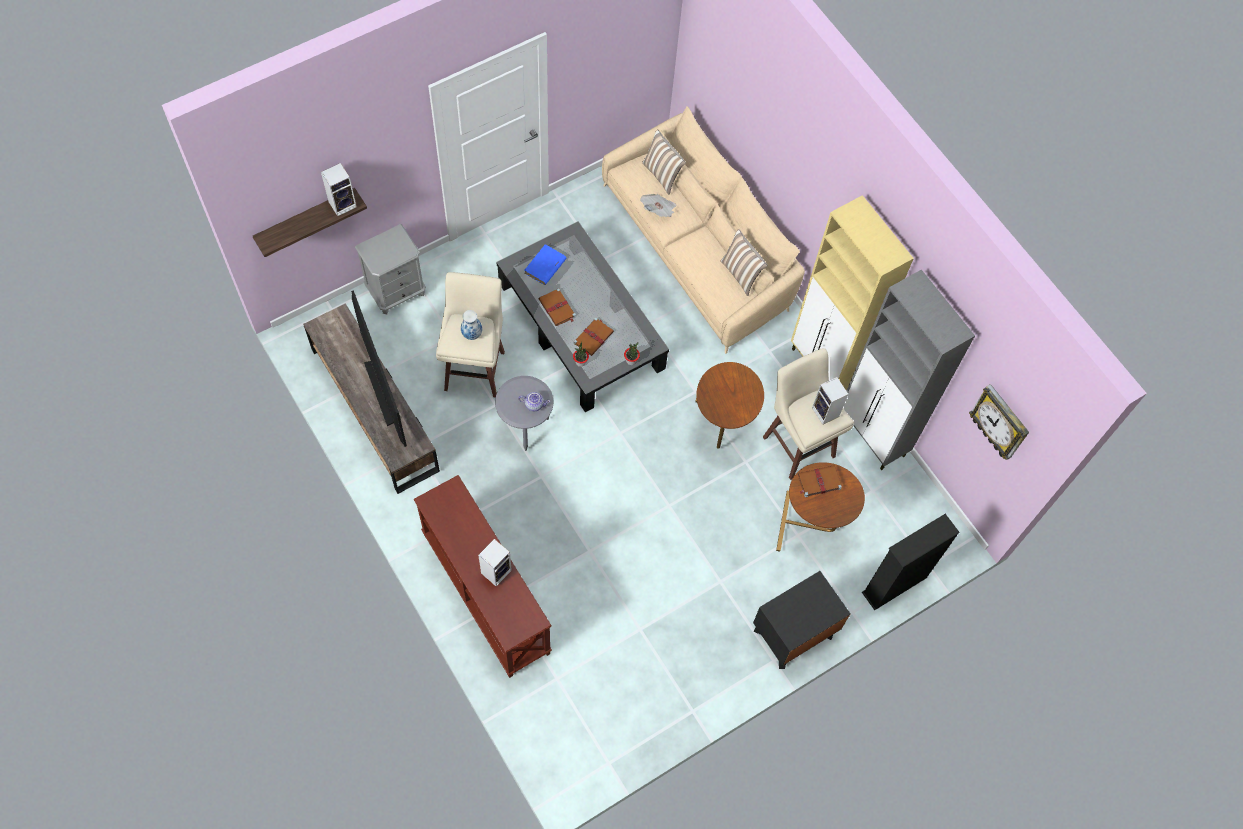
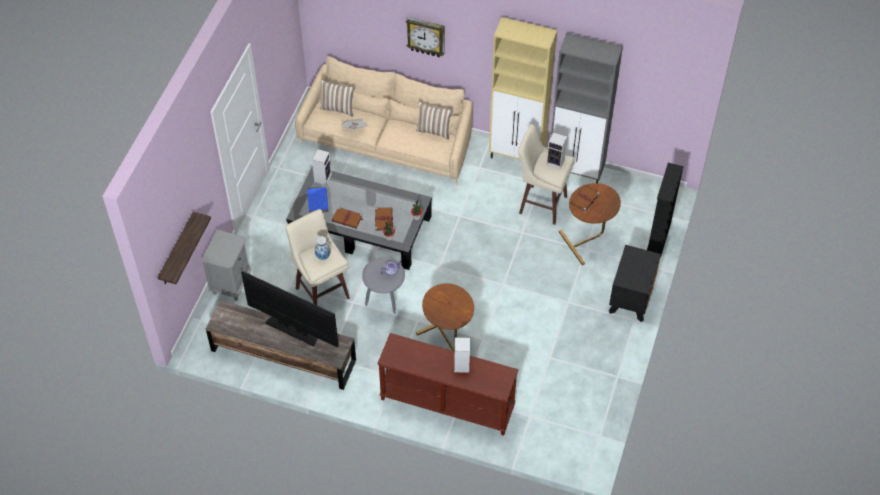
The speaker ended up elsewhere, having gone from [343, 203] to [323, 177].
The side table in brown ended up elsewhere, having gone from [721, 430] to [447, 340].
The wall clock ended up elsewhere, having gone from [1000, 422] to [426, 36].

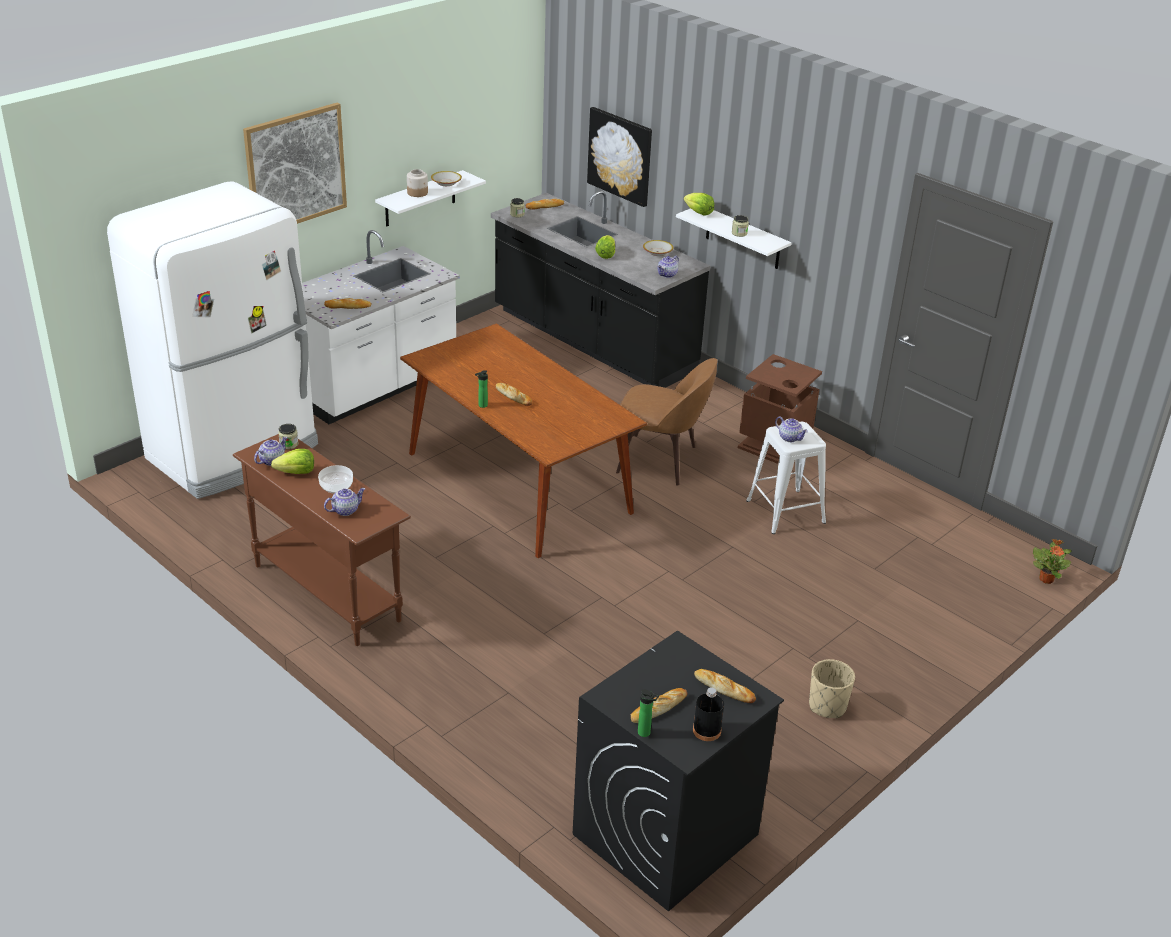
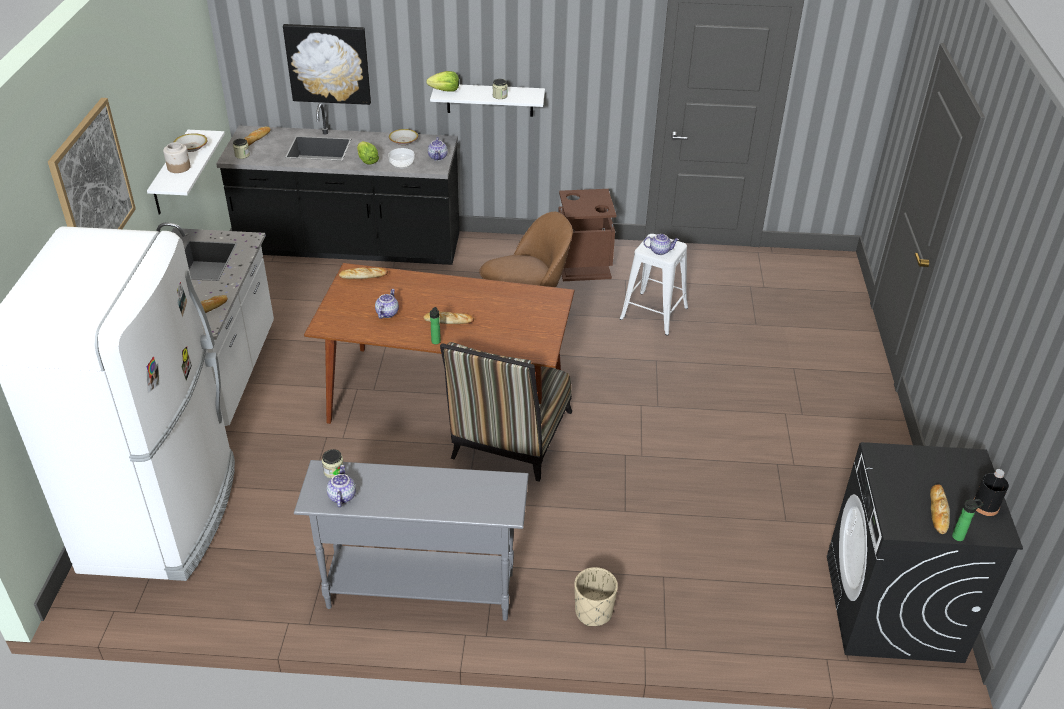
The second view lost the lettuce at [296, 472].
The second view lost the potted plant at [1046, 579].
The second view gained the chair at [509, 440].
The bowl ended up elsewhere, having gone from [336, 487] to [402, 164].
The teapot ended up elsewhere, having gone from [345, 510] to [387, 313].
The bread ended up elsewhere, having gone from [724, 689] to [363, 275].
The planter in beige ended up elsewhere, having gone from [827, 706] to [593, 612].
What was the console table in brown at [327, 592] turned into the console table in grey at [420, 590].

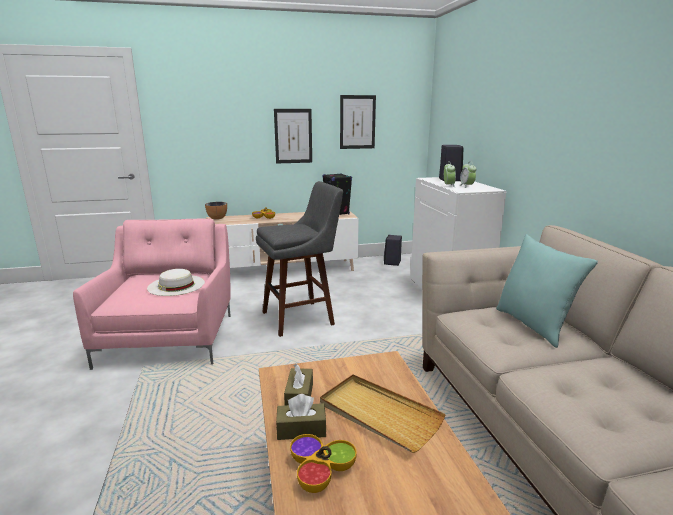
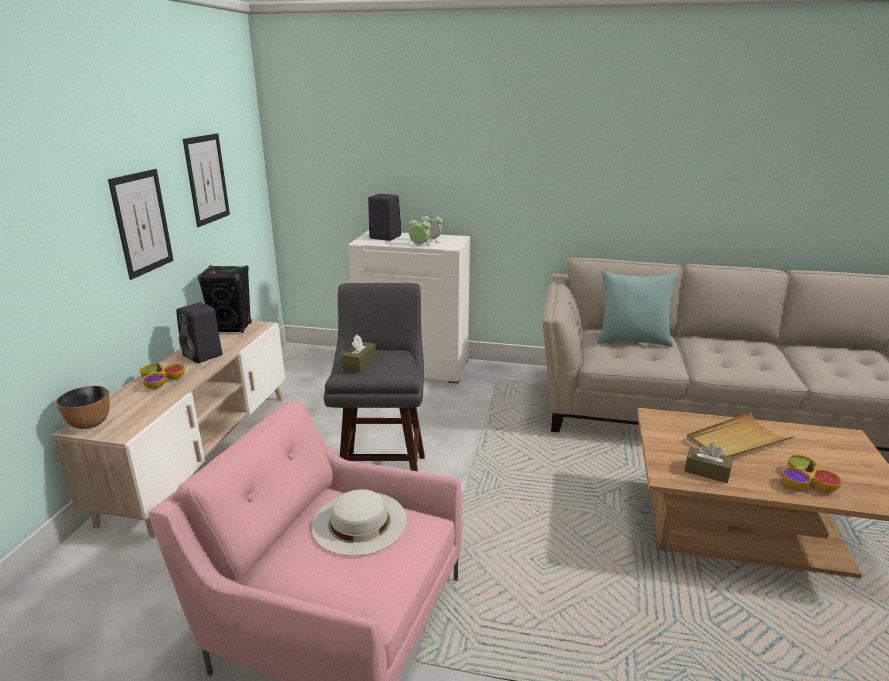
The tissue box in brown ended up elsewhere, having gone from [301, 429] to [359, 363].
The speaker in black ended up elsewhere, having gone from [392, 263] to [203, 355].

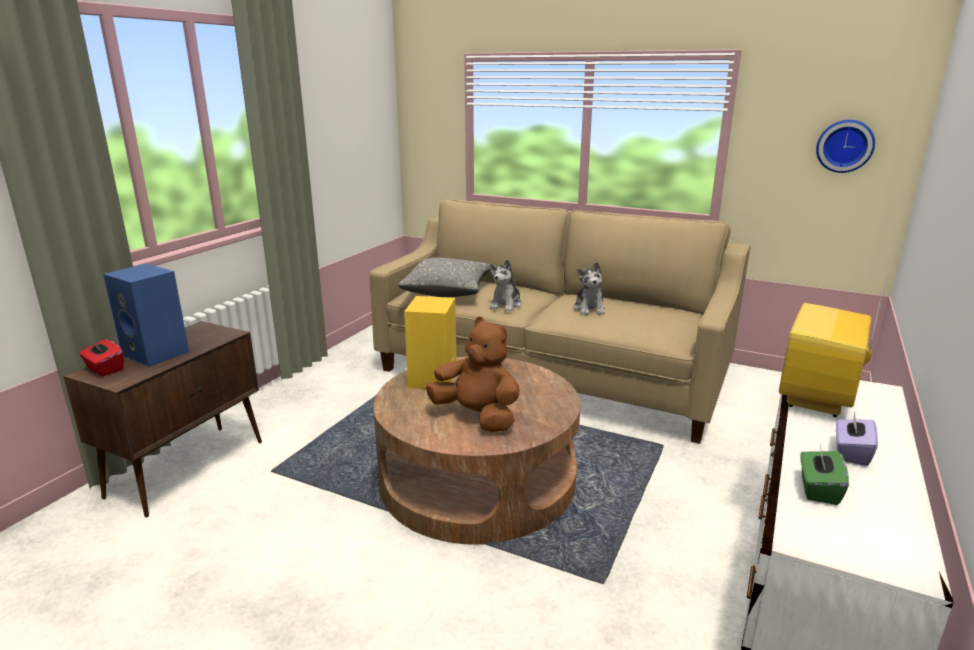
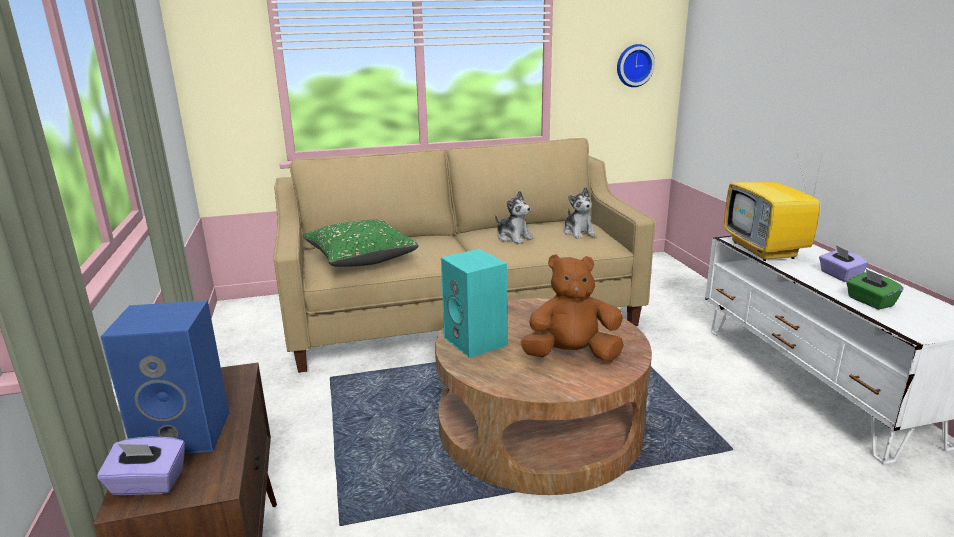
The plush toy ended up elsewhere, having gone from [506, 305] to [578, 233].
What was the tissue box in red at [104, 369] turned into the tissue box in purple at [148, 484].
What was the pillow in grey at [447, 291] turned into the pillow in green at [361, 258].
What was the speaker in yellow at [433, 379] turned into the speaker in turquoise at [477, 342].

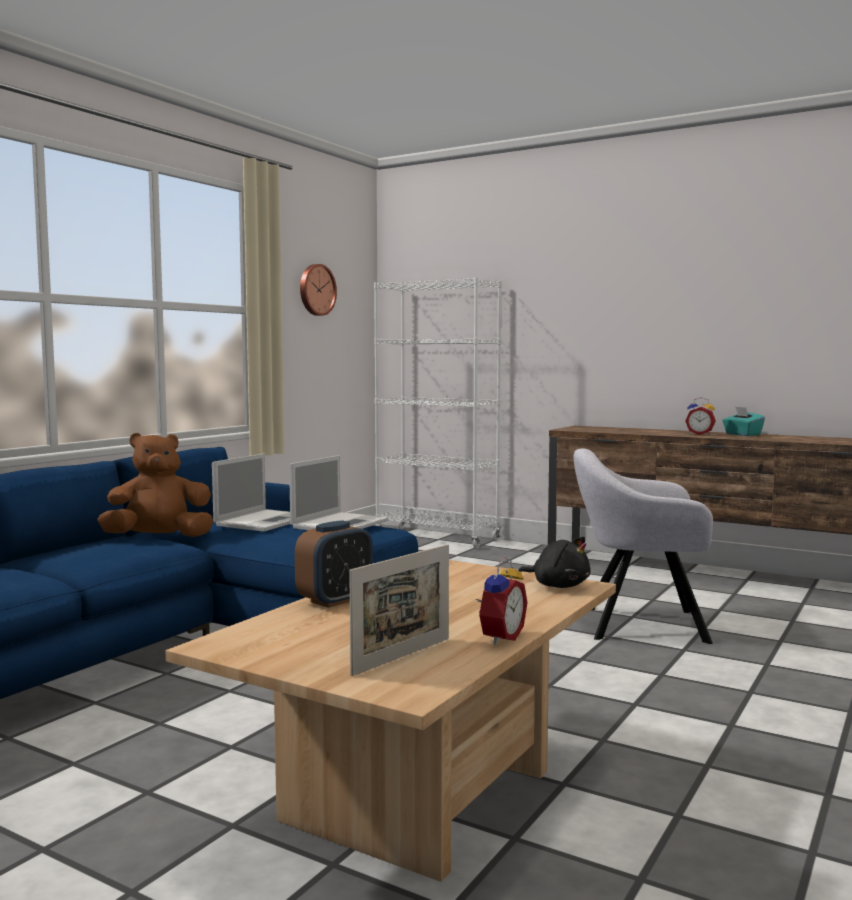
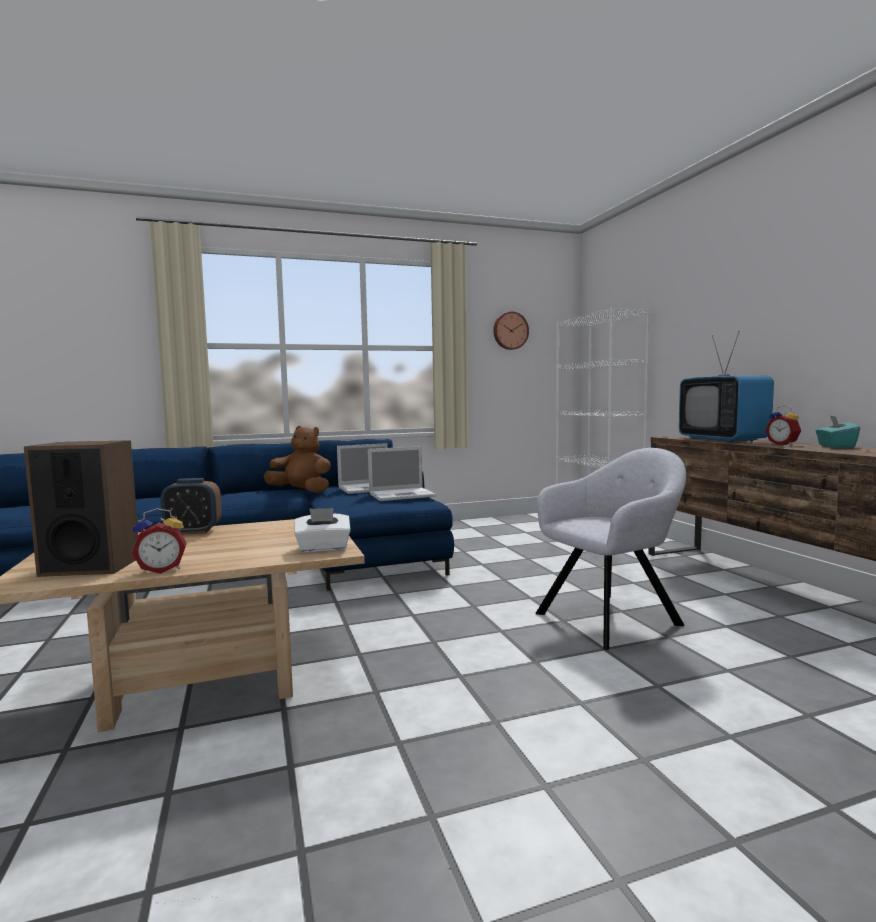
The second view gained the television at [722, 440].
Where the picture frame stood at [402, 656], the speaker came to stand at [91, 566].
Where the plush toy in black stood at [558, 585], the tissue box in white came to stand at [323, 548].
The armchair in grey at [638, 624] ended up facing another way, 105 degrees clockwise from before.

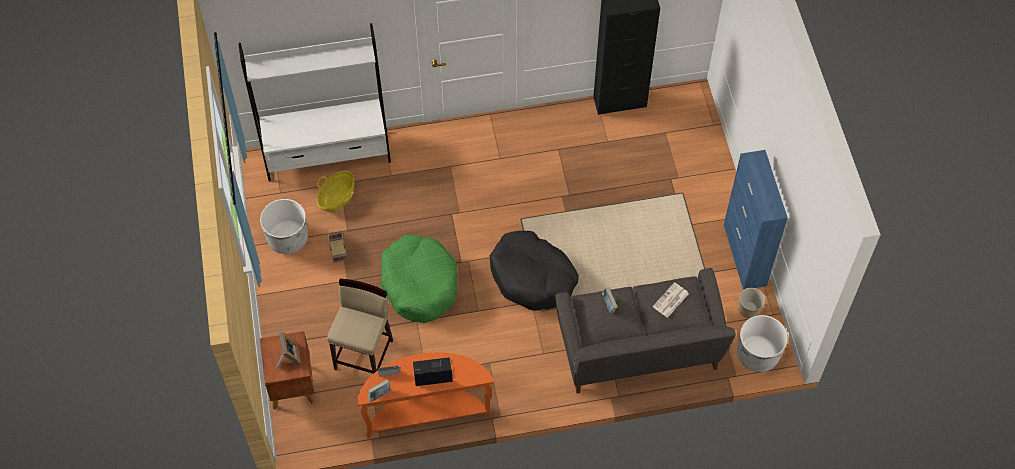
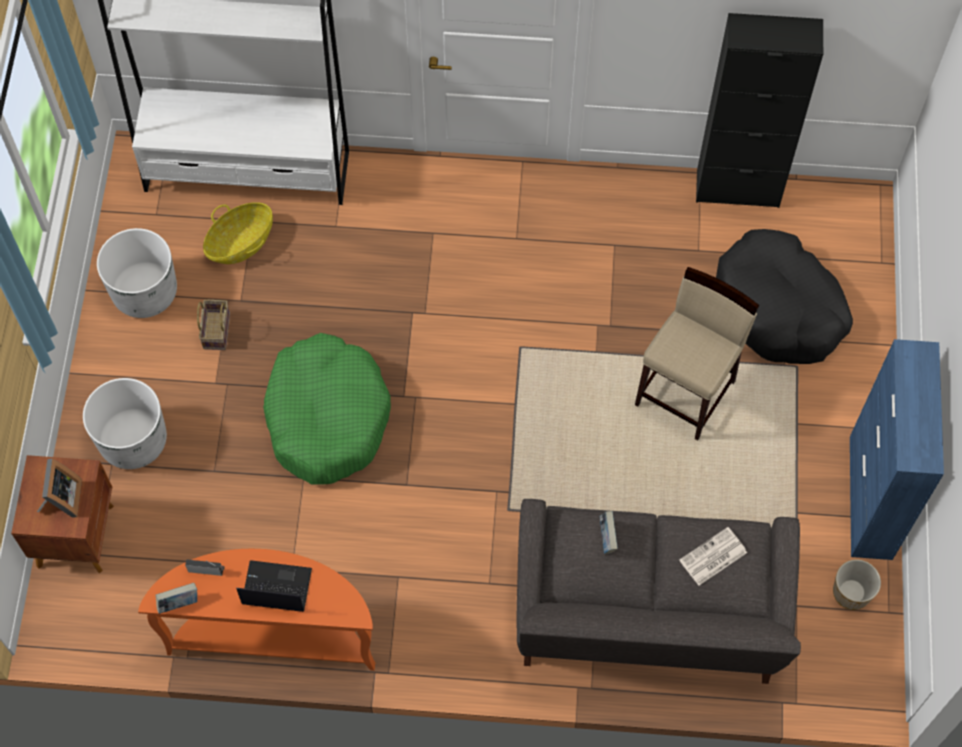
The stool in beige ended up elsewhere, having gone from [364, 354] to [686, 393].
The dog bed in black ended up elsewhere, having gone from [532, 277] to [778, 307].
The planter in white ended up elsewhere, having gone from [757, 355] to [133, 440].

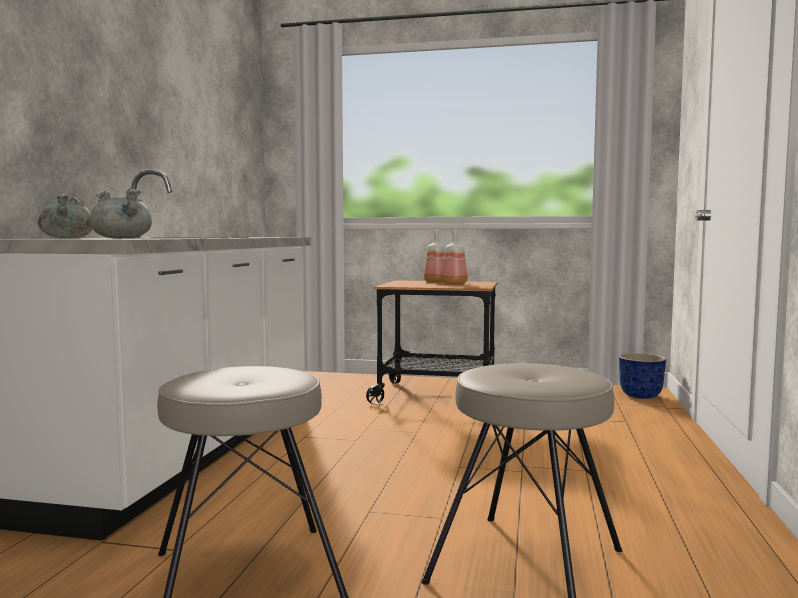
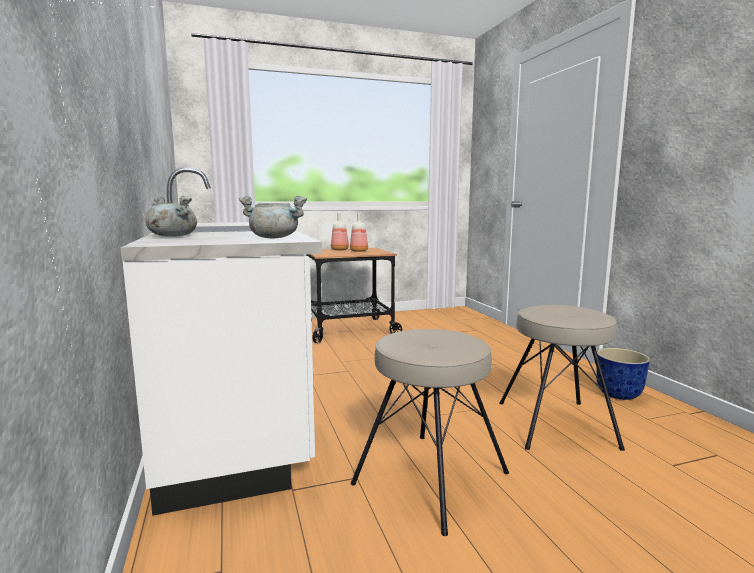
The planter ended up elsewhere, having gone from [640, 396] to [617, 394].

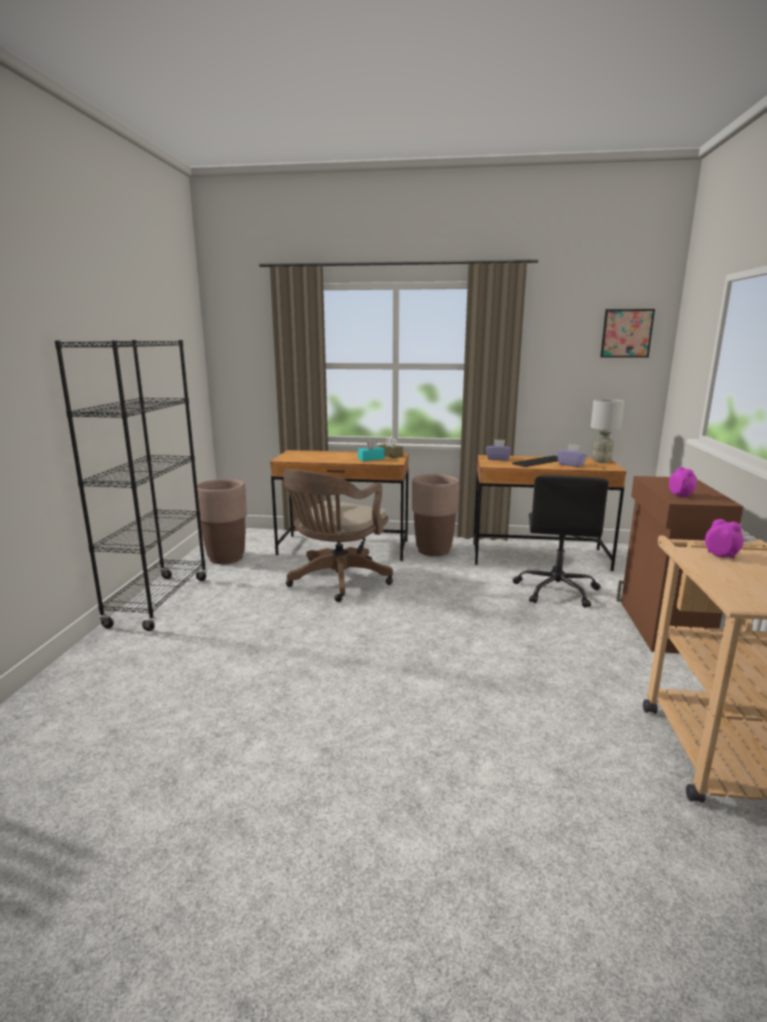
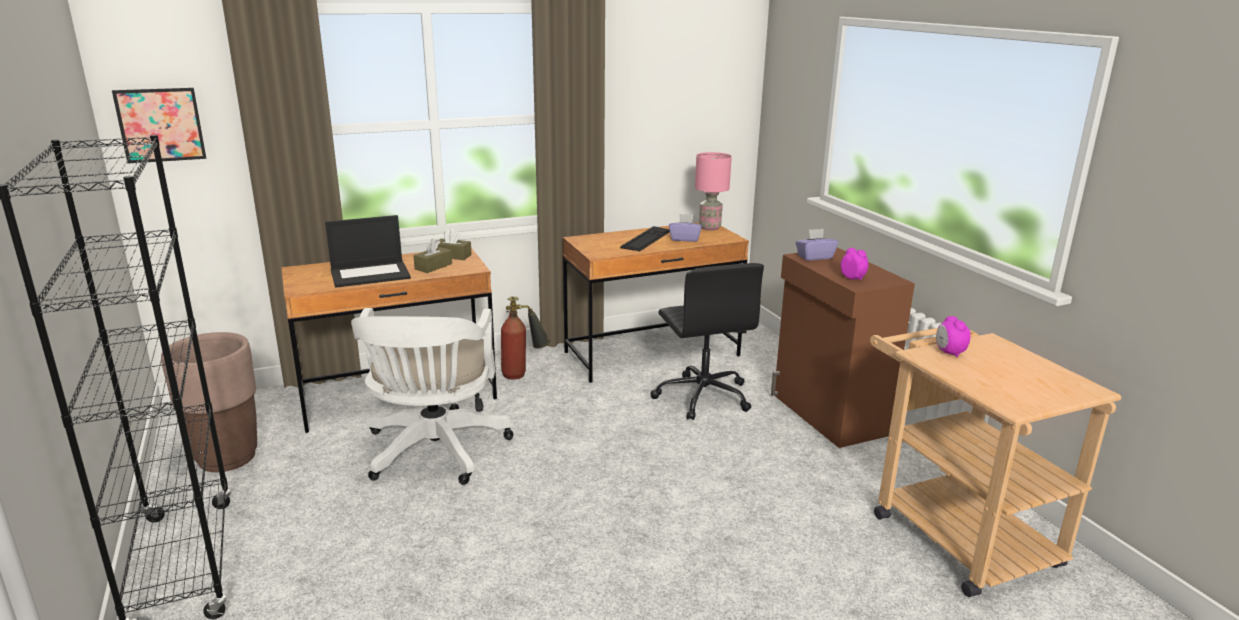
The second view gained the laptop at [371, 274].
The tissue box in purple ended up elsewhere, having gone from [498, 459] to [814, 257].
The picture ended up elsewhere, having gone from [626, 333] to [160, 125].
Where the planter in brown stood at [433, 550], the fire extinguisher came to stand at [523, 373].
What was the office chair in brown at [336, 581] turned into the office chair in white at [434, 453].
What was the tissue box in turquoise at [371, 459] turned into the tissue box in brown at [433, 266].
What was the table lamp in grey at [601, 461] turned into the table lamp in pink at [709, 228].
The alarm clock at [721, 555] ended up facing another way, 120 degrees counterclockwise from before.

